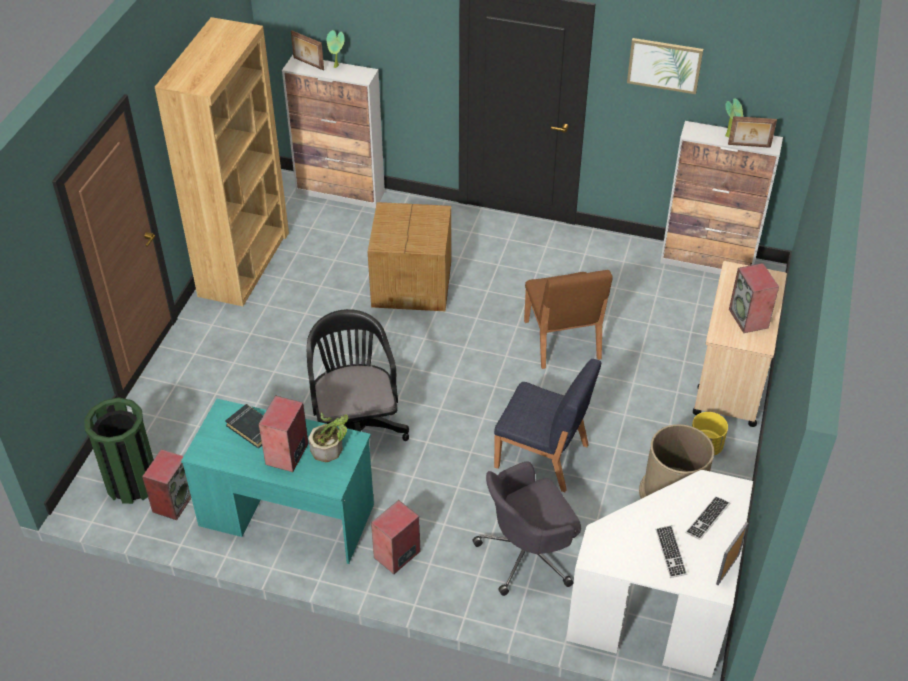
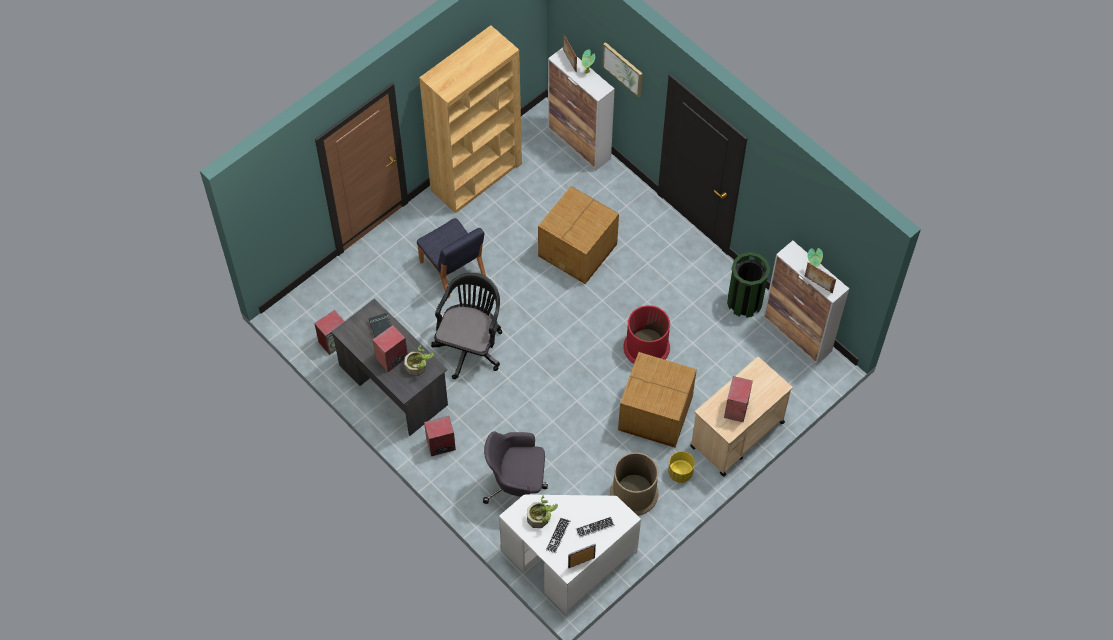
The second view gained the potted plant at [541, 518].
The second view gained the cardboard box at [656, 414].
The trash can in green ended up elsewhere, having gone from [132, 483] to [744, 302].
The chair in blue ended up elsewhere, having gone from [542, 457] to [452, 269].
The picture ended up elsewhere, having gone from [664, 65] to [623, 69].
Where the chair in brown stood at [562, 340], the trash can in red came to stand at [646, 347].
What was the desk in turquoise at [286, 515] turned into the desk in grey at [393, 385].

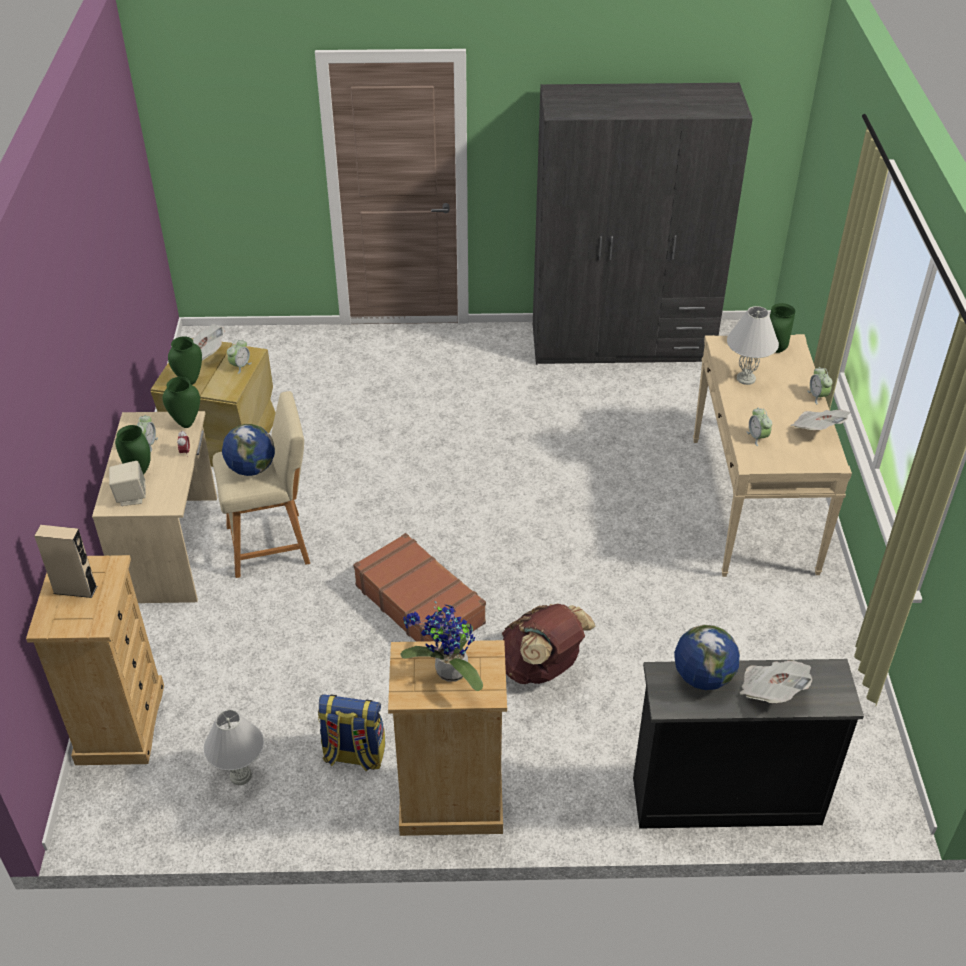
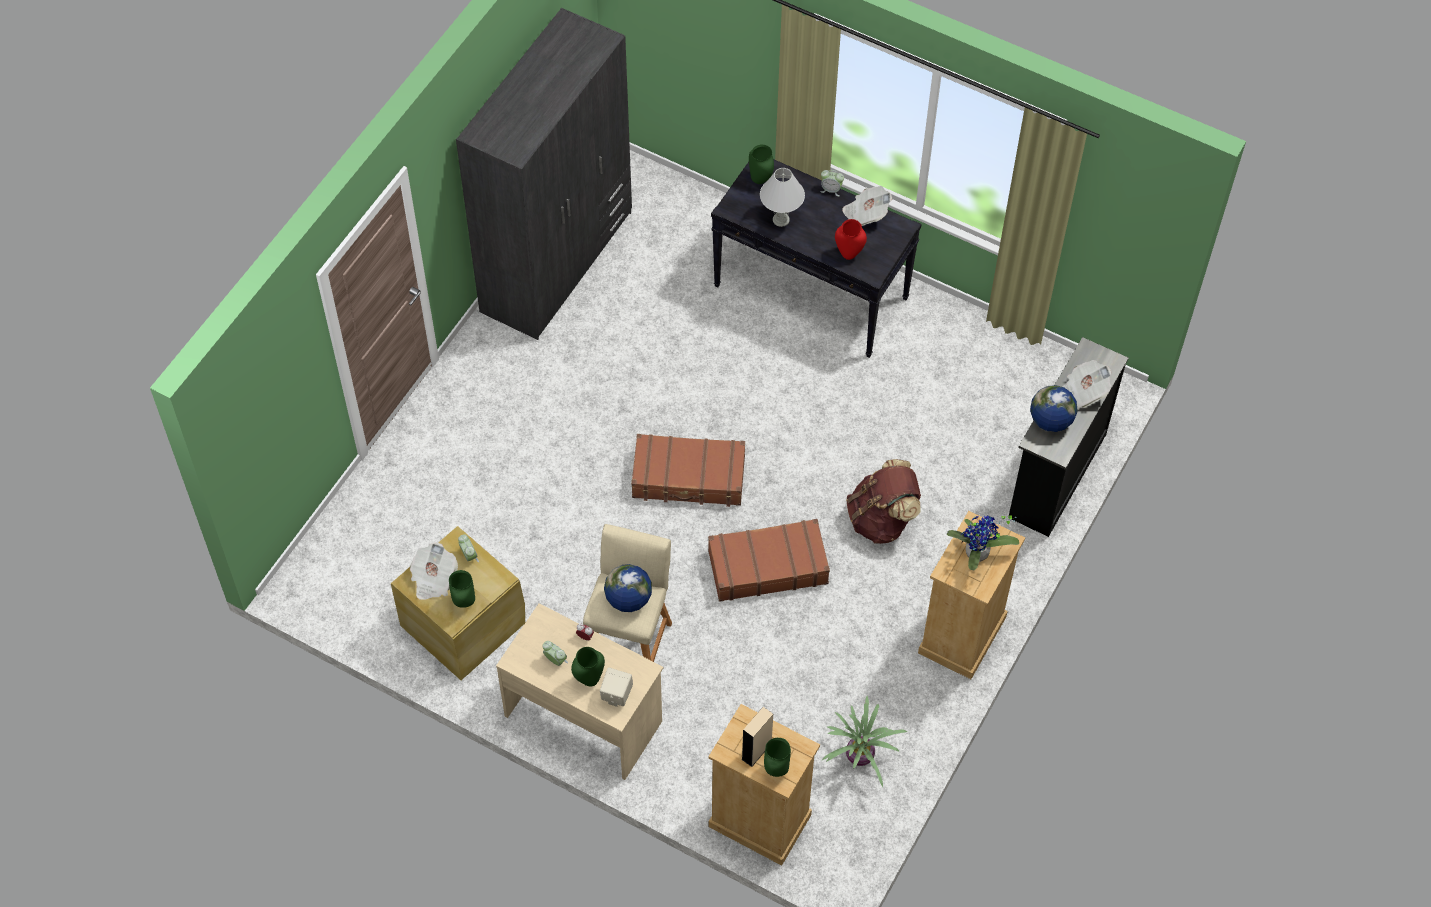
The second view lost the backpack at [353, 755].
The second view gained the suitcase in brown at [689, 478].
The vase in green ended up elsewhere, having gone from [186, 423] to [775, 769].
Where the table lamp in white stood at [240, 775], the potted plant came to stand at [859, 757].
Where the alarm clock stood at [757, 437], the vase in red came to stand at [849, 254].
What was the console table in beige at [753, 504] turned into the console table in black at [812, 292].

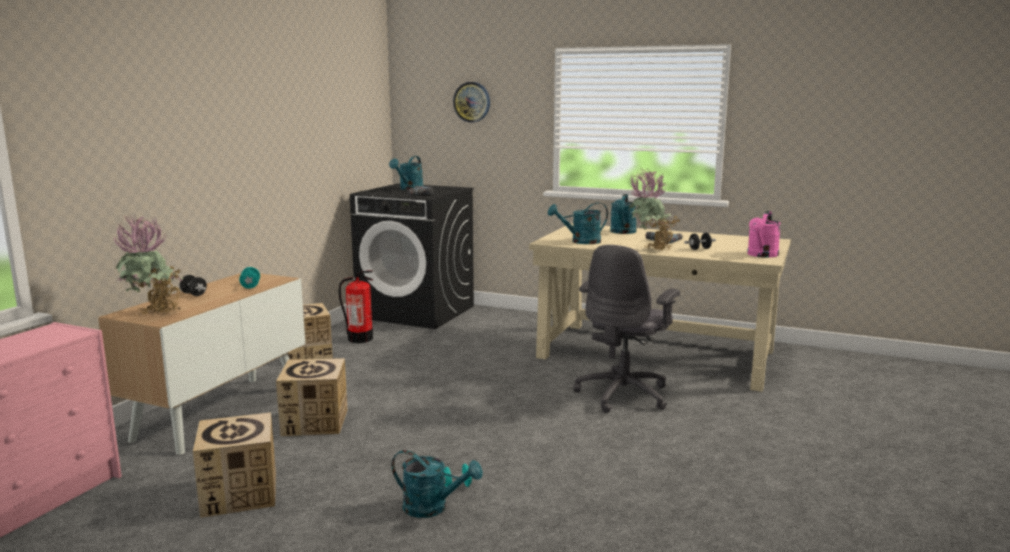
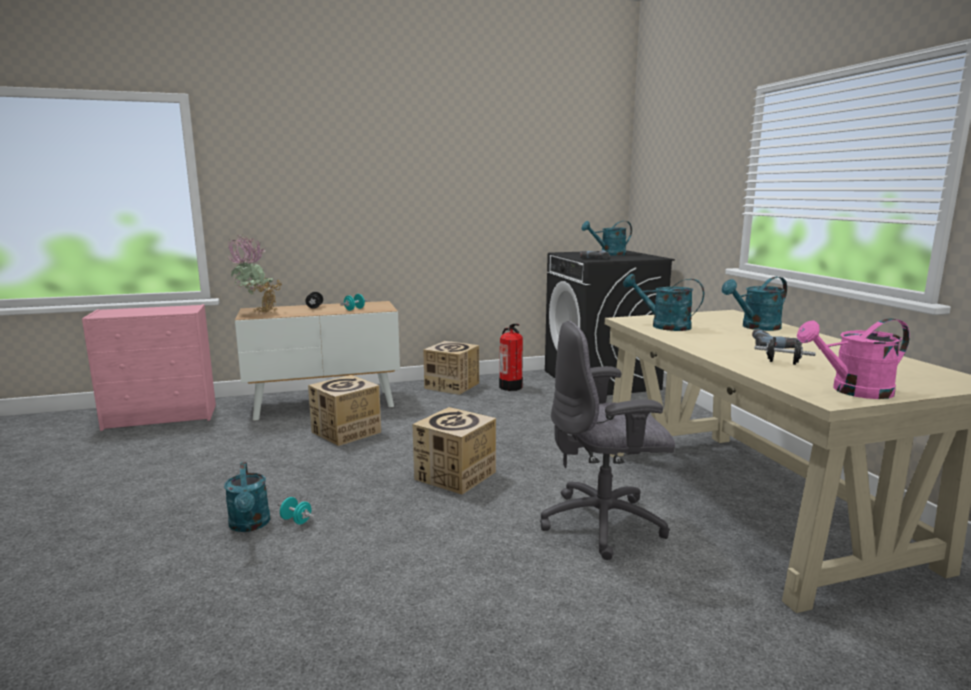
The second view lost the wall clock at [472, 102].
The second view lost the potted plant at [650, 250].
The cardboard box ended up elsewhere, having gone from [240, 494] to [455, 476].

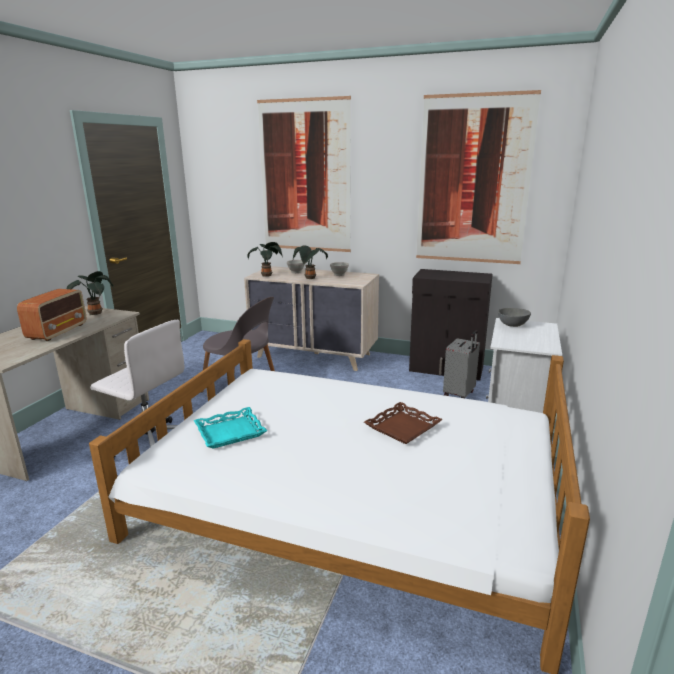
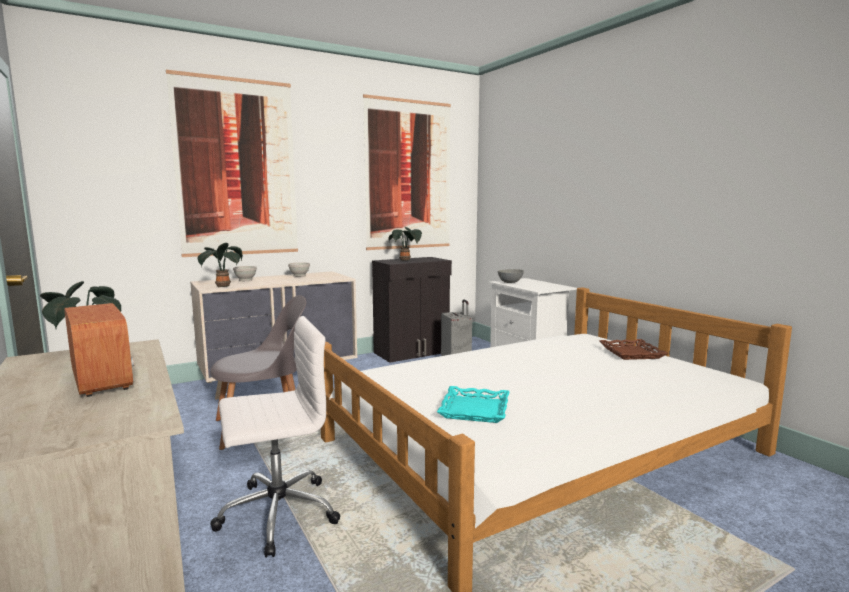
The potted plant ended up elsewhere, having gone from [310, 278] to [406, 260].
The tray in brown ended up elsewhere, having gone from [402, 427] to [631, 353].

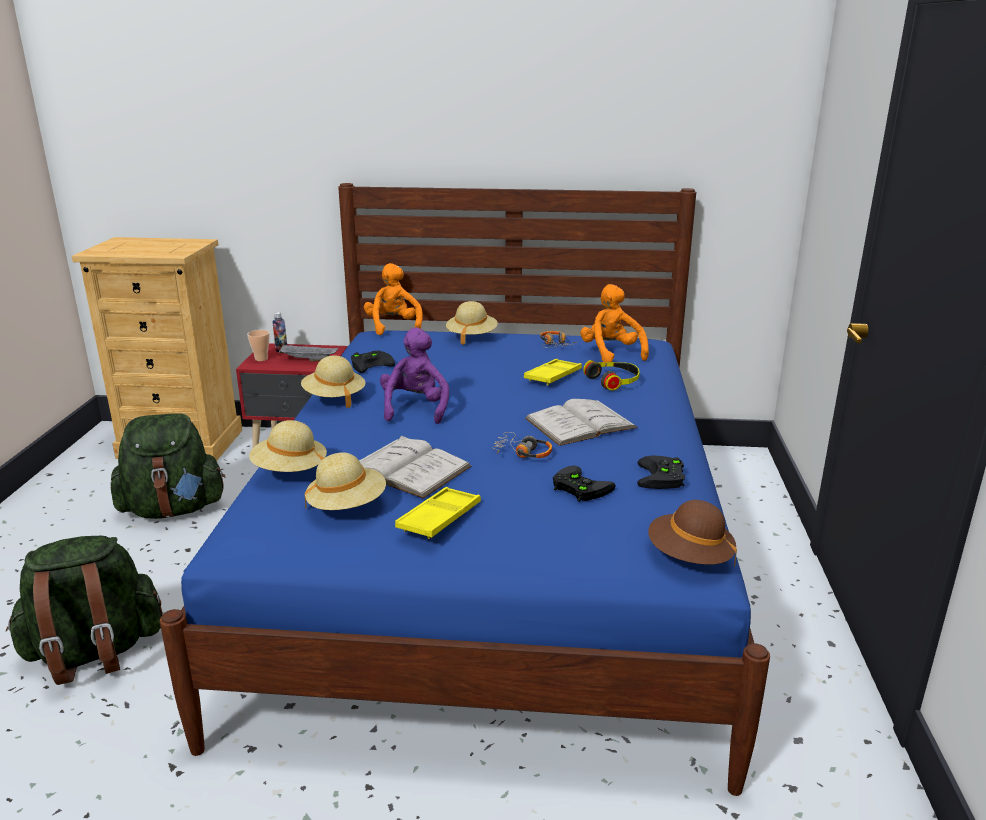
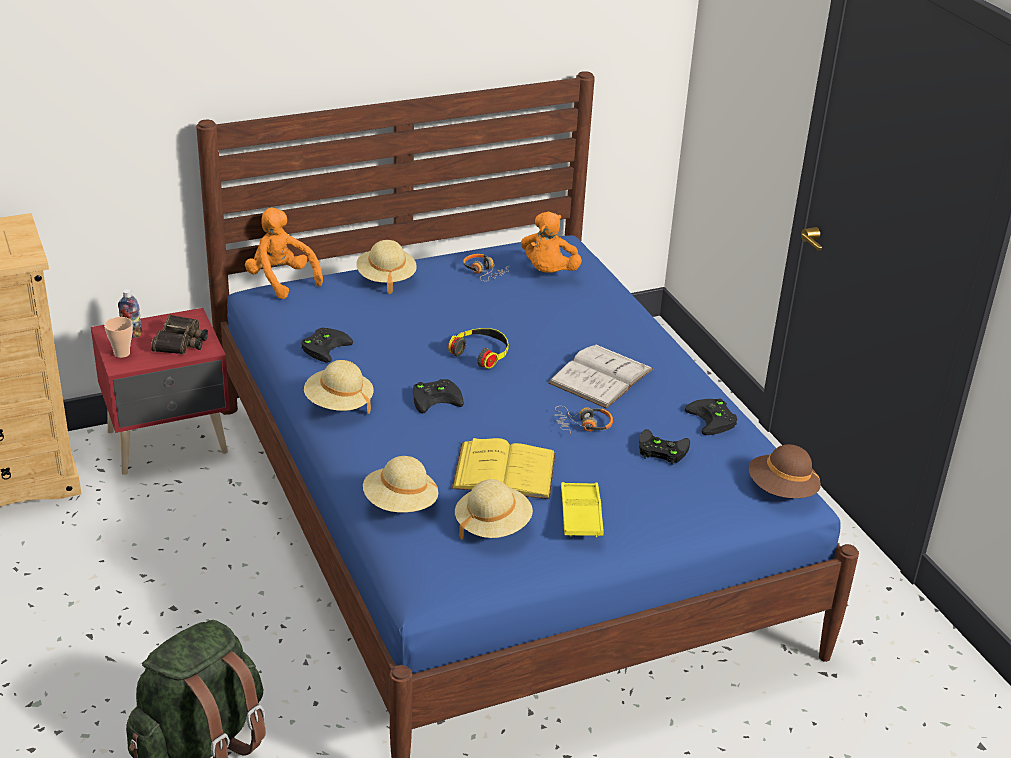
The second view lost the backpack in green at [173, 509].
The second view lost the tray in yellow at [553, 376].
The headphones ended up elsewhere, having gone from [613, 381] to [481, 353].
Where the tray in grey stood at [307, 360], the binoculars came to stand at [181, 342].
Where the plush toy in purple stood at [415, 409], the game controller in black came to stand at [437, 398].
What was the book in white at [408, 468] turned into the book in yellow at [504, 471].
The plush toy in orange at [611, 353] ended up facing another way, 120 degrees counterclockwise from before.

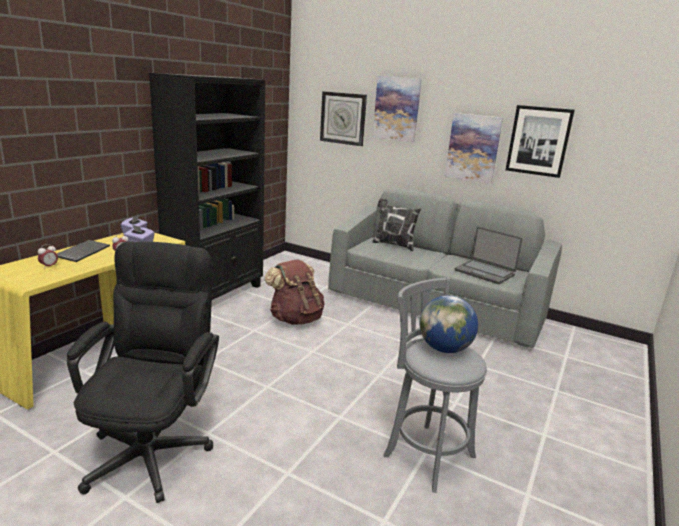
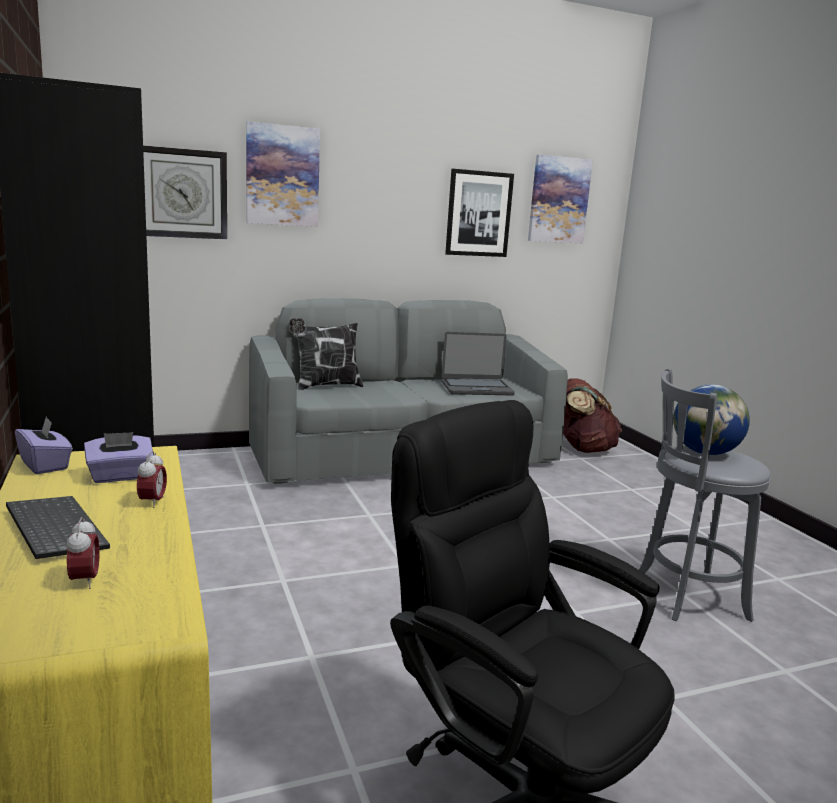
The backpack in brown ended up elsewhere, having gone from [295, 319] to [582, 449].
The picture ended up elsewhere, having gone from [473, 148] to [558, 200].

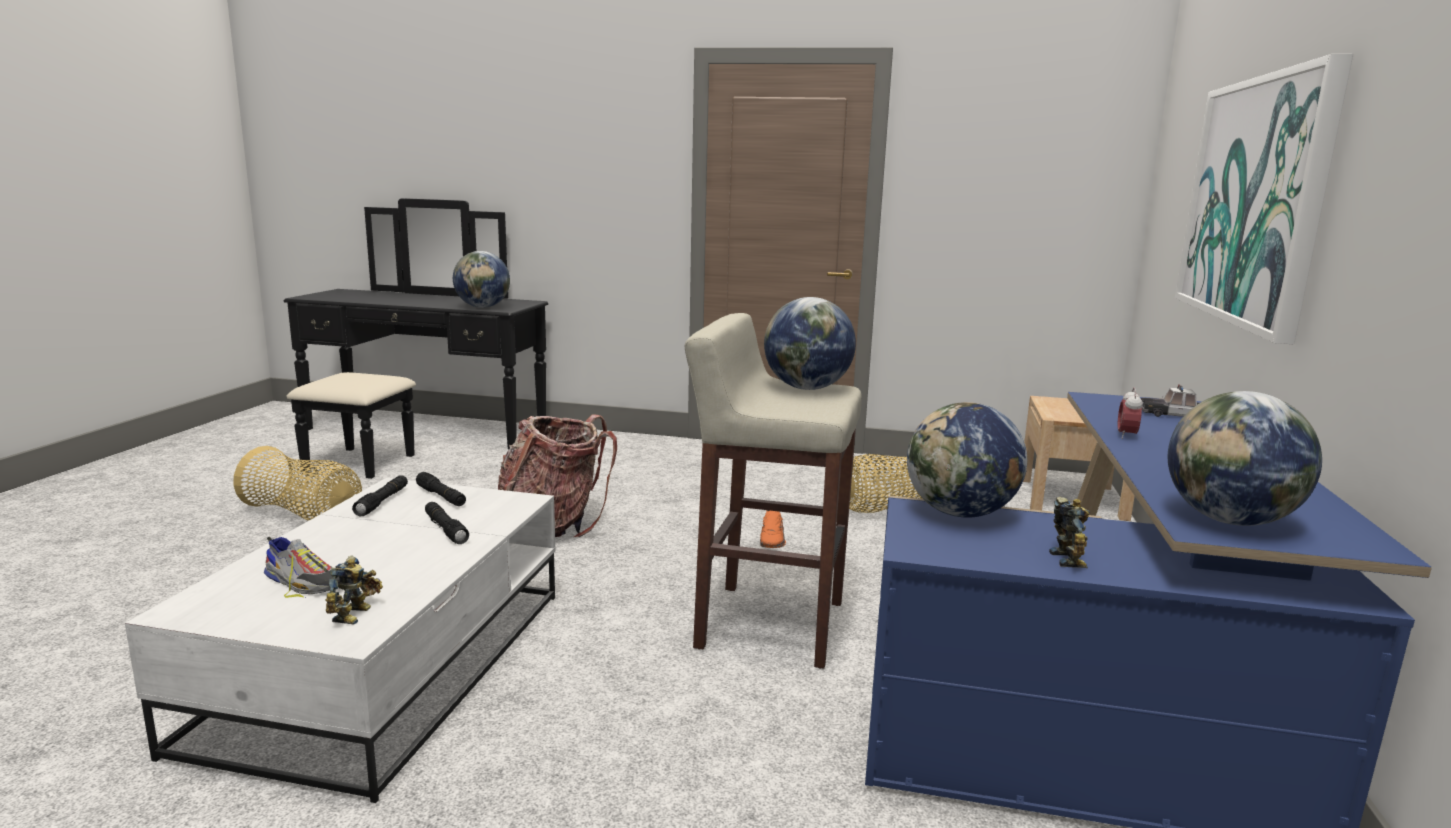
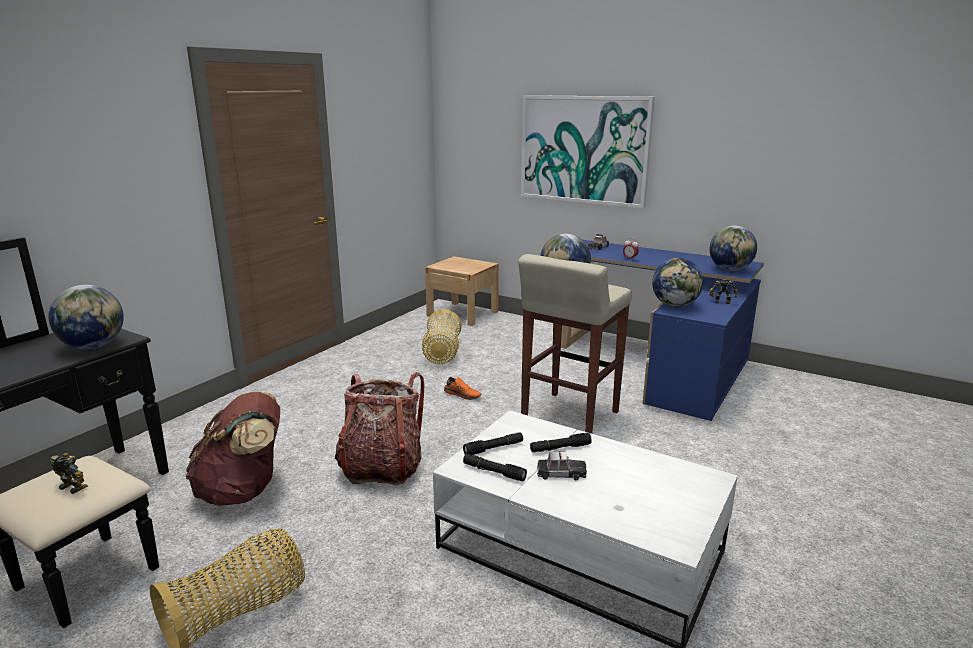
The second view lost the shoe at [304, 582].
The second view gained the backpack in brown at [243, 491].
The second view gained the toy car at [561, 473].
The toy robot ended up elsewhere, having gone from [356, 614] to [75, 486].

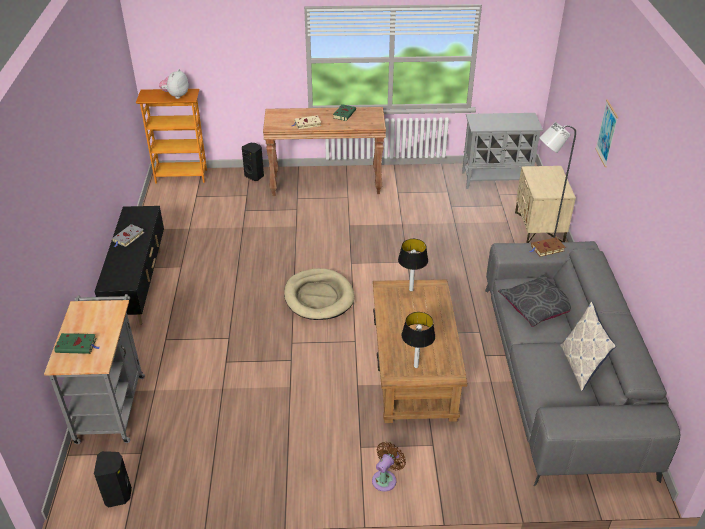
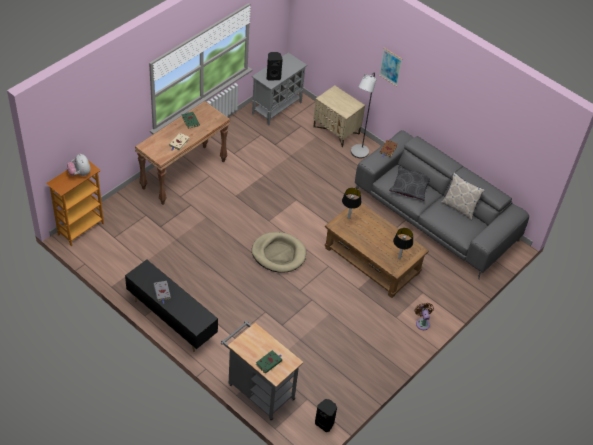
The speaker in black ended up elsewhere, having gone from [255, 176] to [273, 76].

